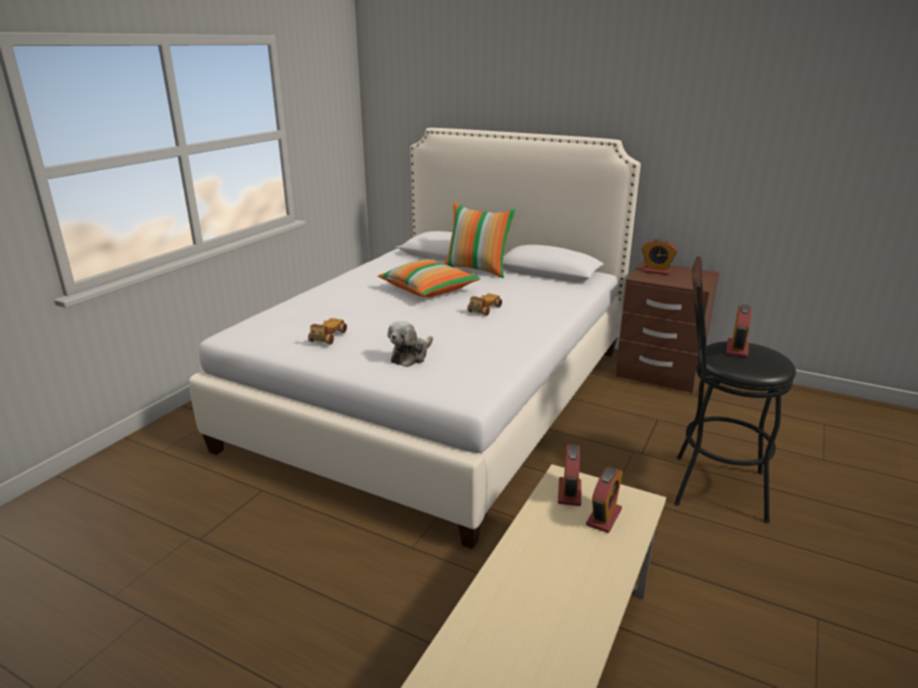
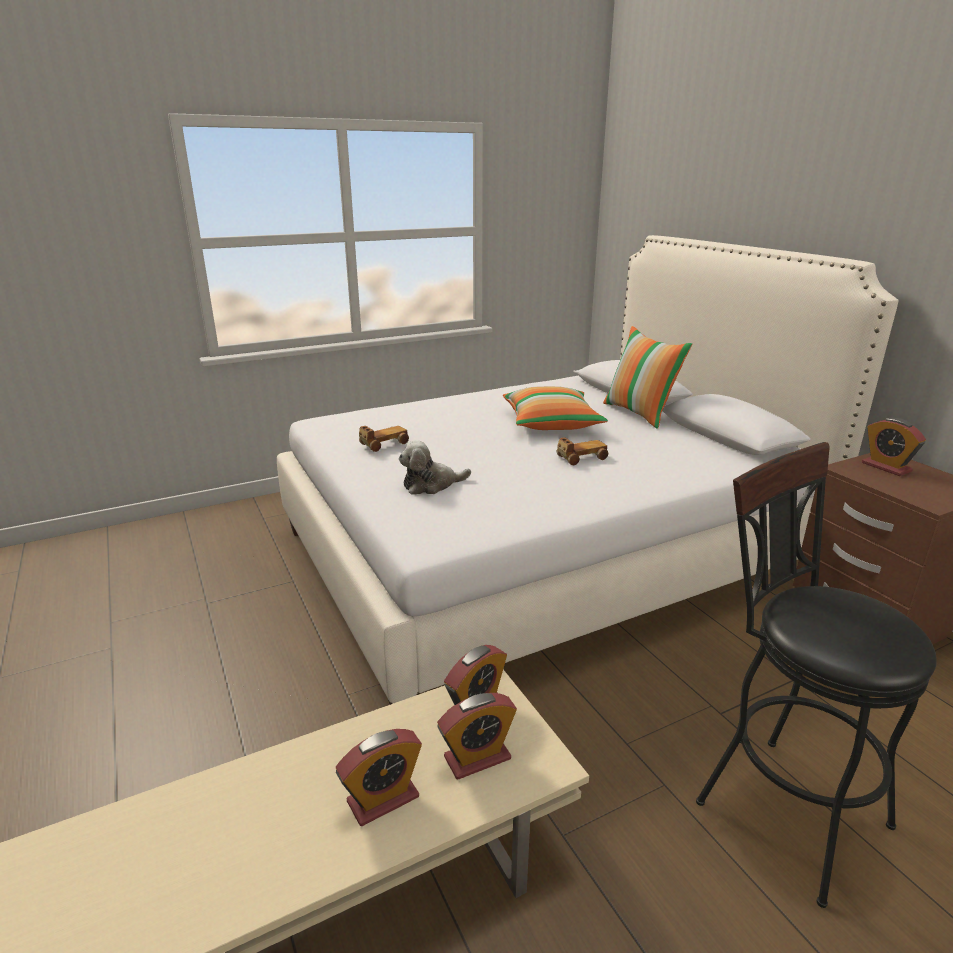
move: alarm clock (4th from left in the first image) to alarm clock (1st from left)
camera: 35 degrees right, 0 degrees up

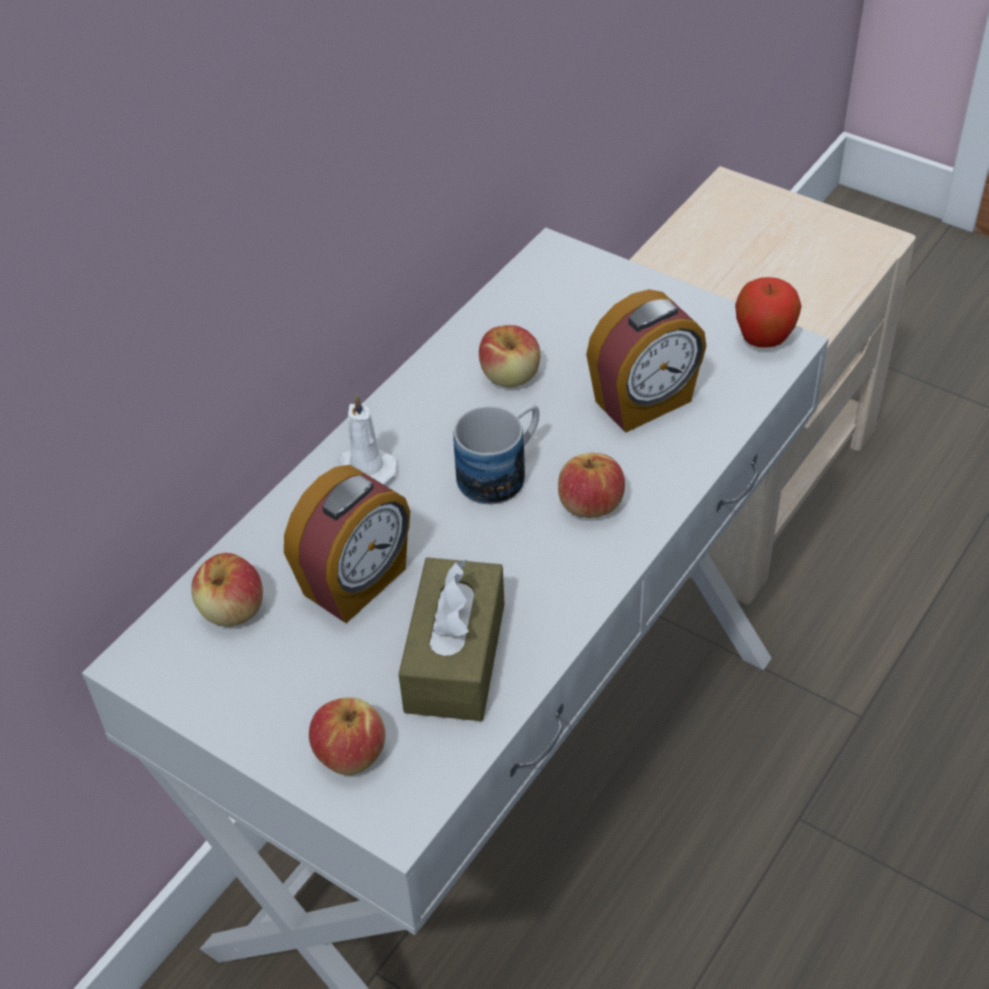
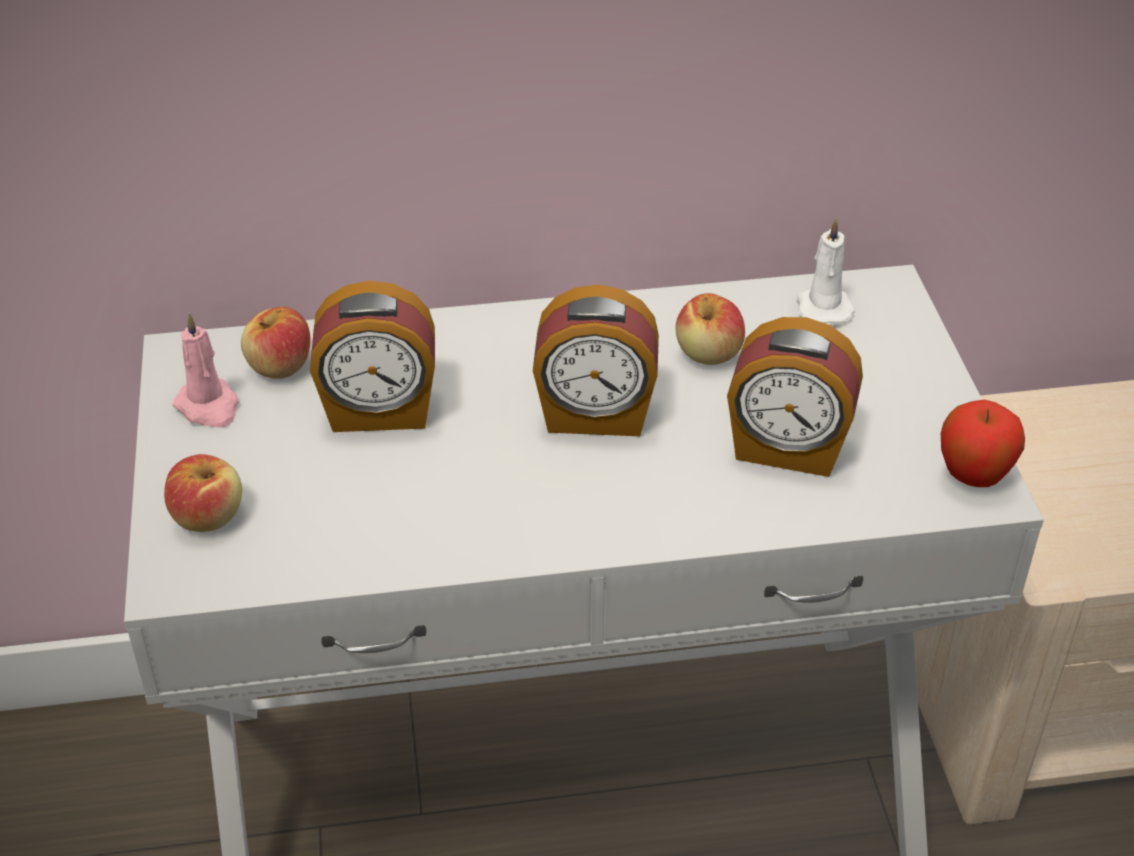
delete: tissue box in brownish; whole apple (4th from left)
insert: candle in pink
move: candle in white-coloured
replace: mug to alarm clock (2nd from left)
camera: 45 degrees right, 5 degrees down

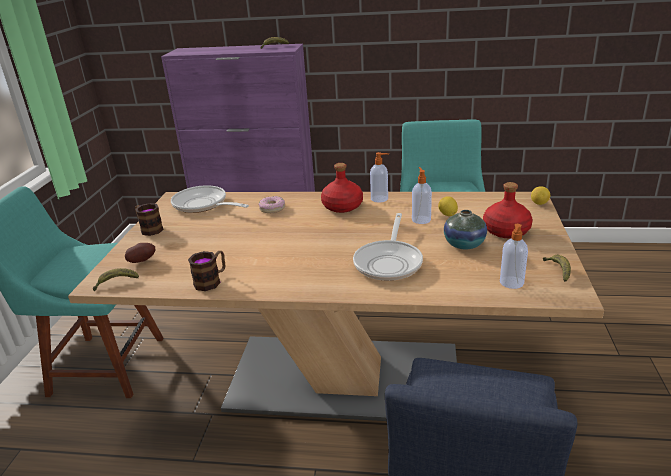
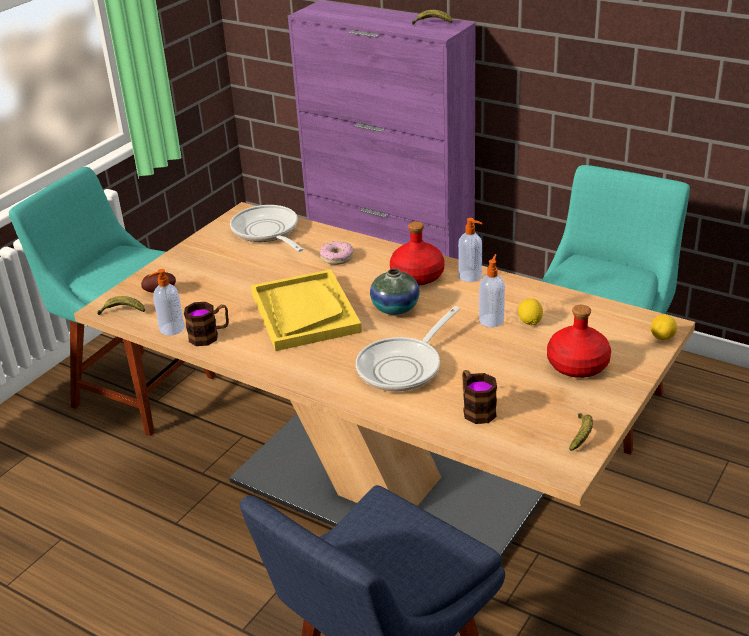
insert: carrying tray in yellowish
move: liquid soap bottle (3rd from left in the first image) to liquid soap bottle (1st from left); flower vase; mug (1st from left in the first image) to mug (2nd from left)
camera: 25 degrees right, 5 degrees up

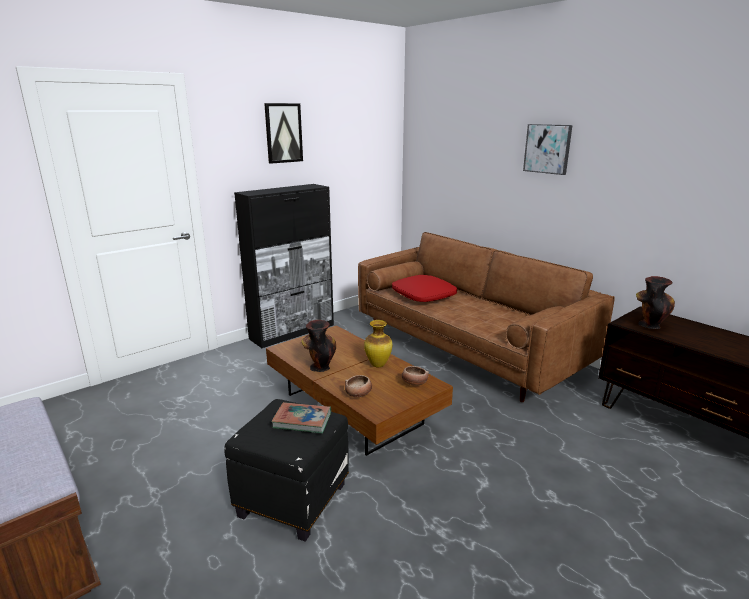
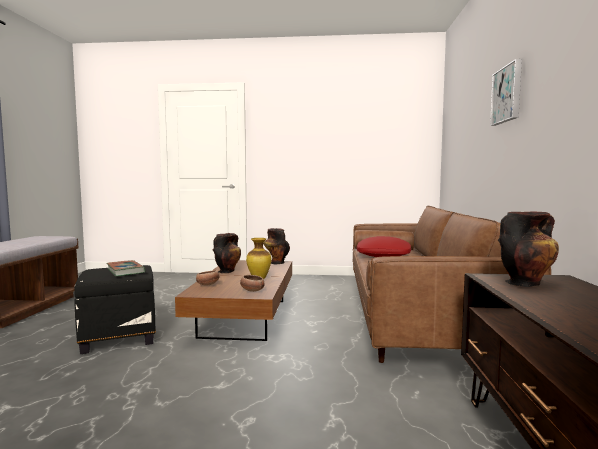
delete: cupboard in black-coloured; picture (1st from left)
insert: flower vase (3rd from left)
camera: 45 degrees right, 15 degrees down

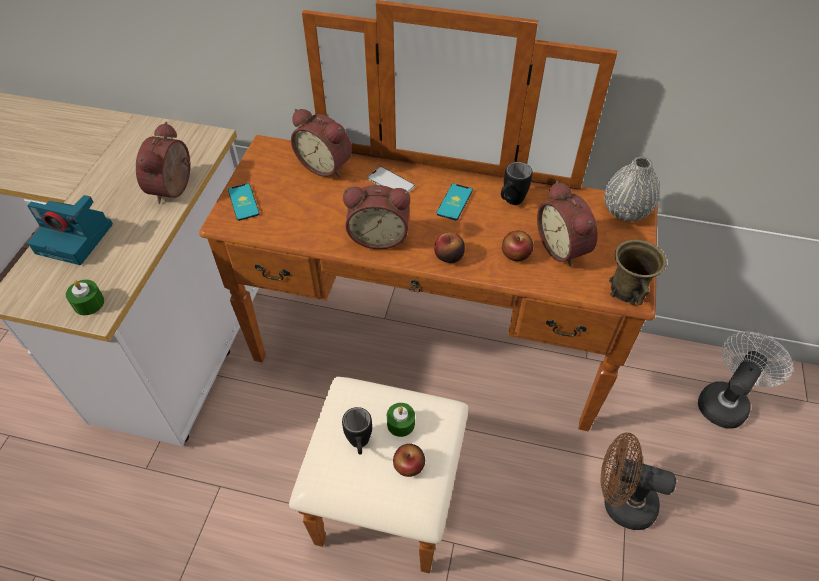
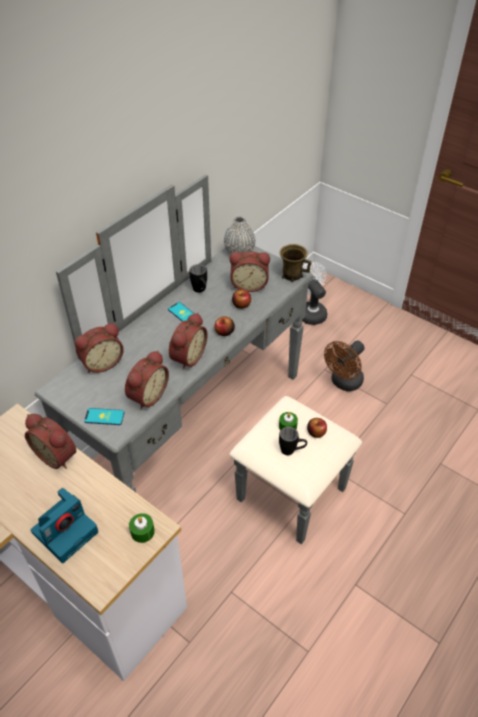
delete: handset (2nd from left)
insert: alarm clock (3rd from left)
recolor: chest of drawers in brownish to chest of drawers in greyish
camera: 65 degrees left, 5 degrees down

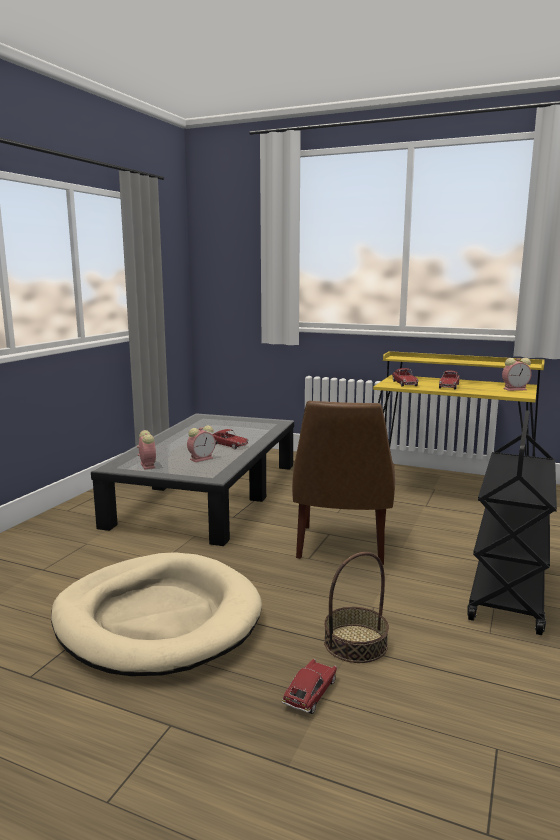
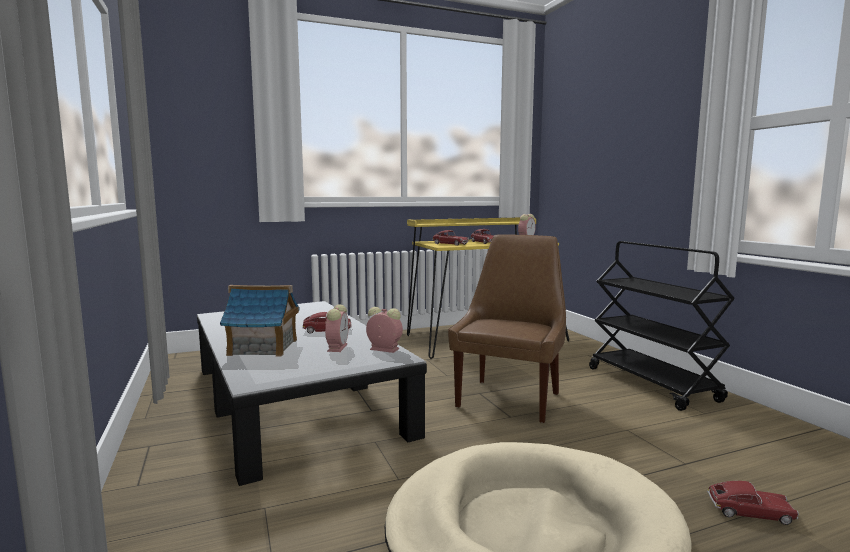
delete: basket
insert: model house
move: alarm clock (1st from left in the first image) to alarm clock (2nd from left)
rotate: upright chair in brownish 120 degrees counterclockwise; toy car (2nd from left in the first image) 120 degrees clockwise
camera: 45 degrees left, 5 degrees down

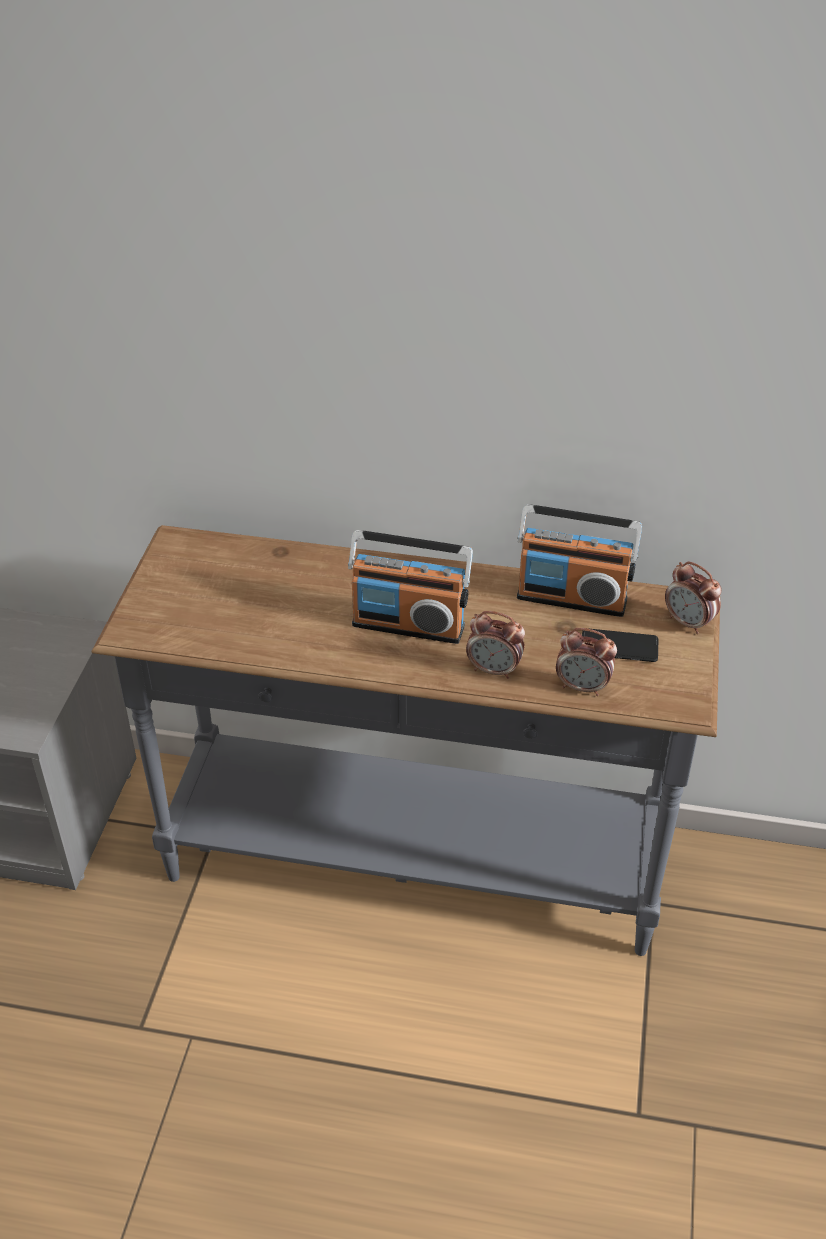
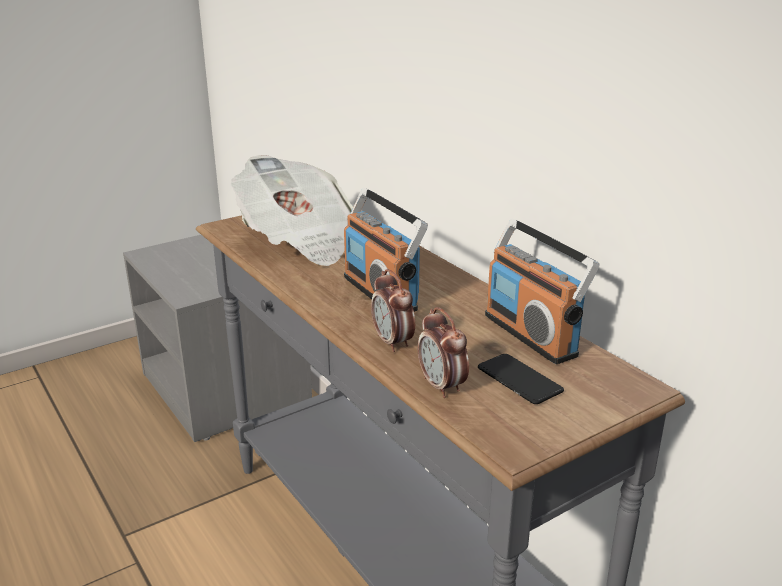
delete: alarm clock (3rd from left)
insert: newspaper
camera: 45 degrees right, 15 degrees down

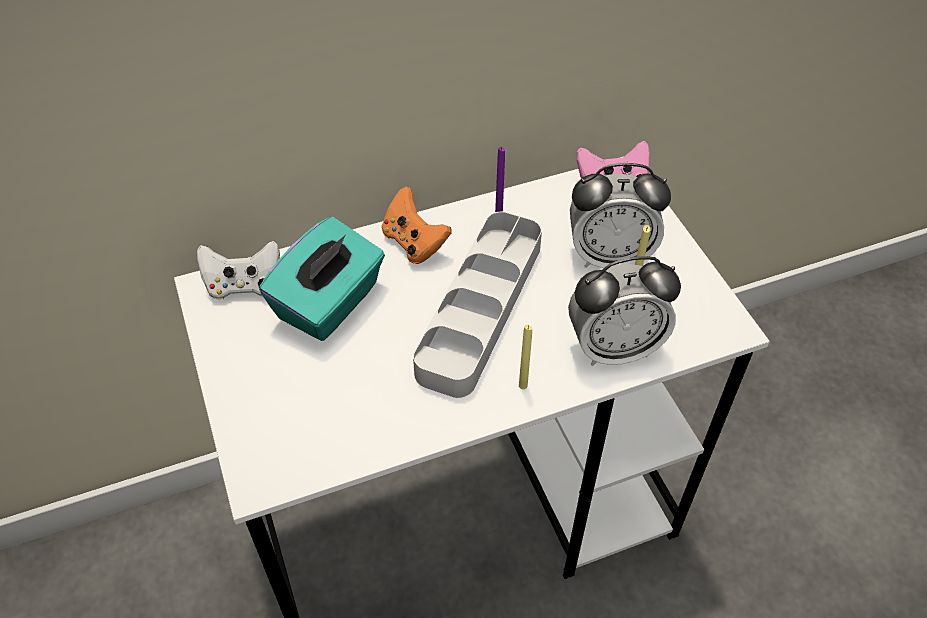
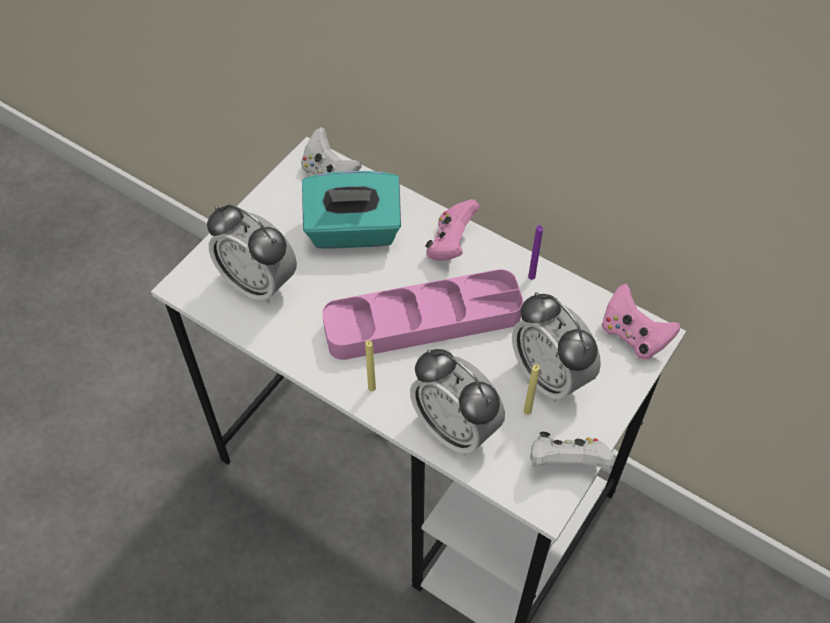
insert: alarm clock (1st from left); game controller in white-coloured (2nd from left)
recolor: carrying tray in greyish to carrying tray in pink; game controller in orangey to game controller in pink (1st from left)
camera: 55 degrees right, 5 degrees up

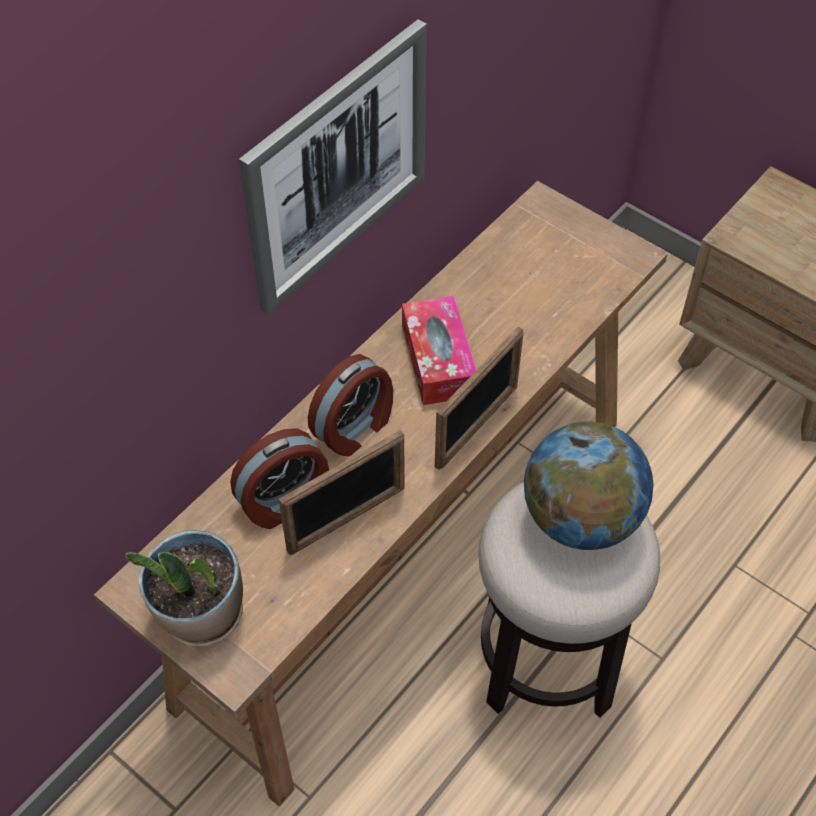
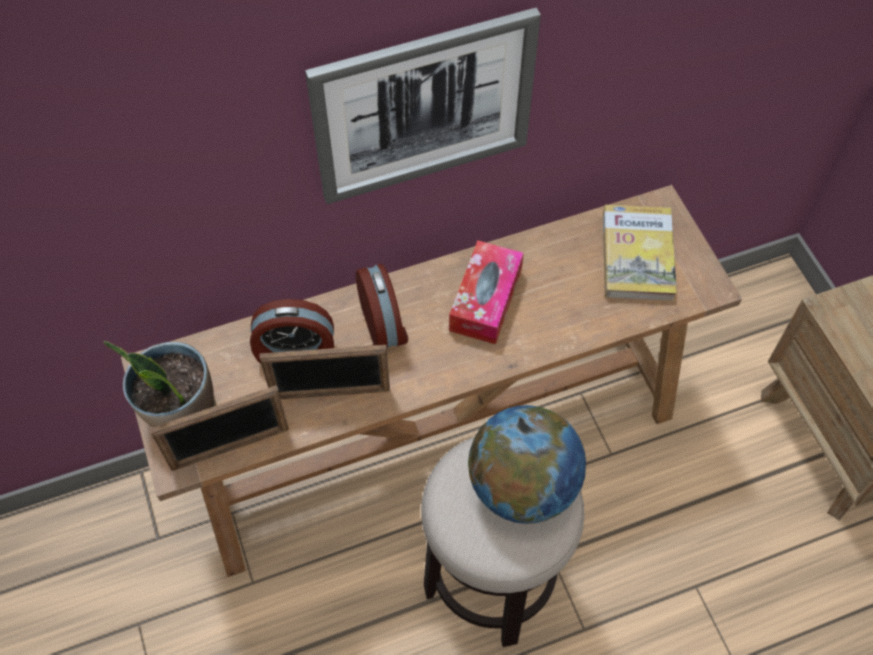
insert: book
move: standing frame (2nd from left in the first image) to standing frame (1st from left)
rotate: alarm clock (2nd from left) 90 degrees counterclockwise
camera: 30 degrees right, 5 degrees up

